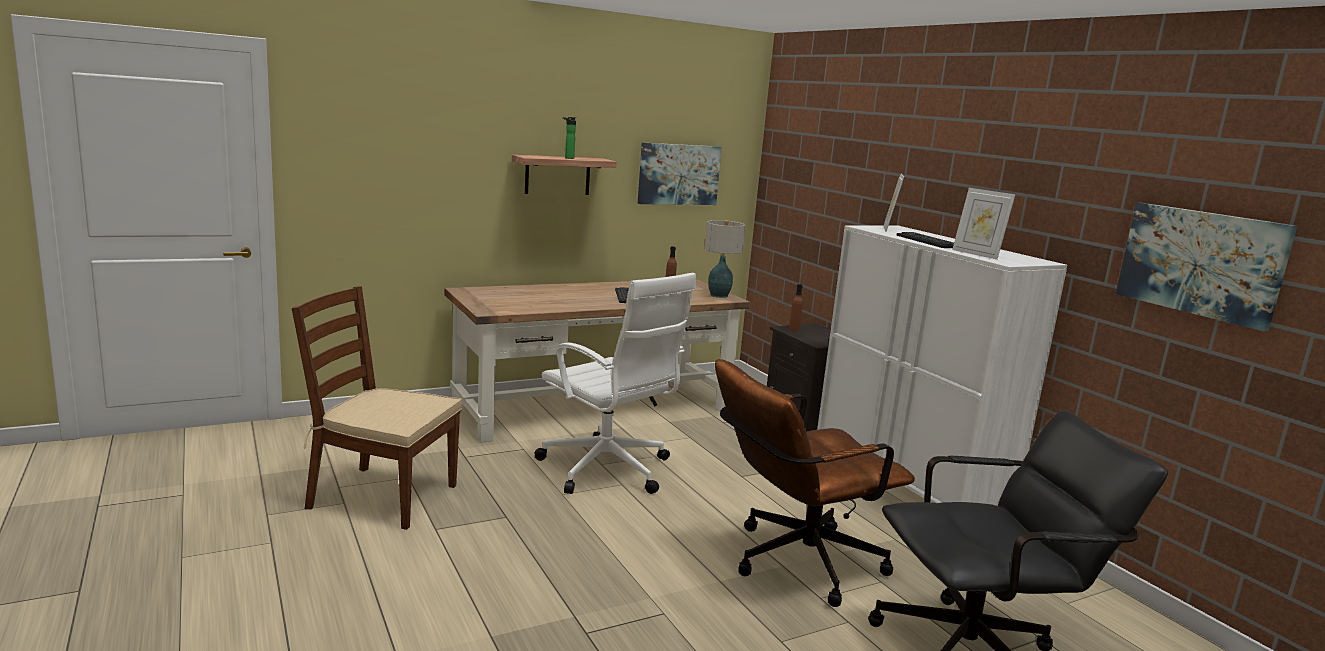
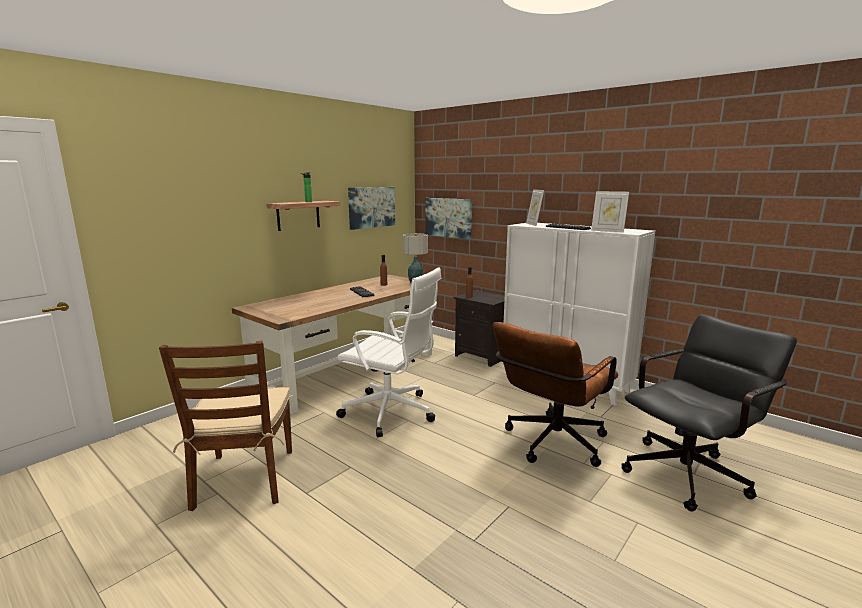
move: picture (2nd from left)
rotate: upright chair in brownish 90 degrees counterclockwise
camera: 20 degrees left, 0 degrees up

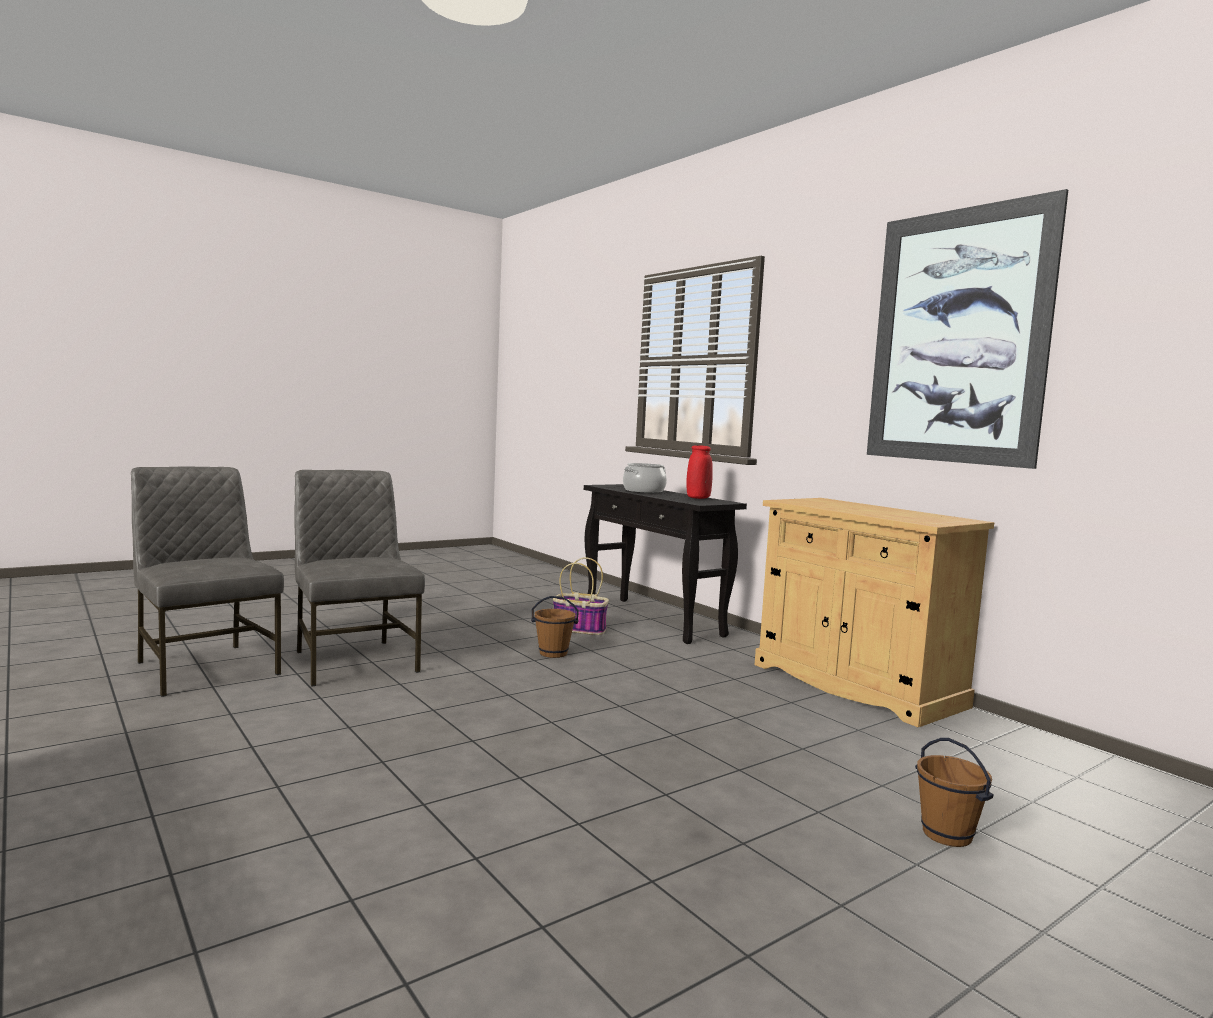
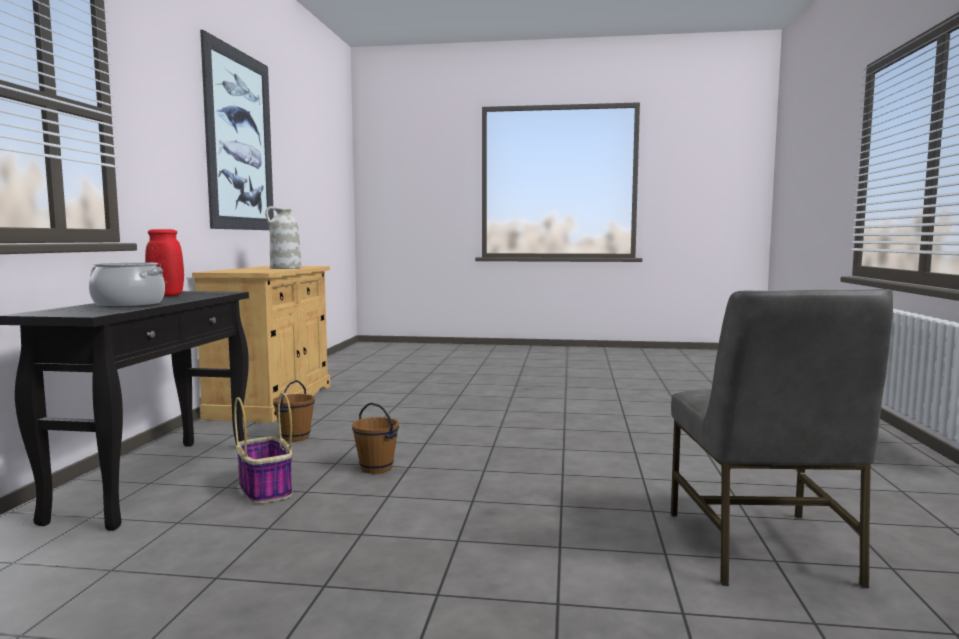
delete: upright chair in greyish (2nd from left)
insert: flower vase in white-coloured
move: pail in brownish (2nd from left in the first image) to pail in brownish (1st from left)
camera: 135 degrees left, 0 degrees up

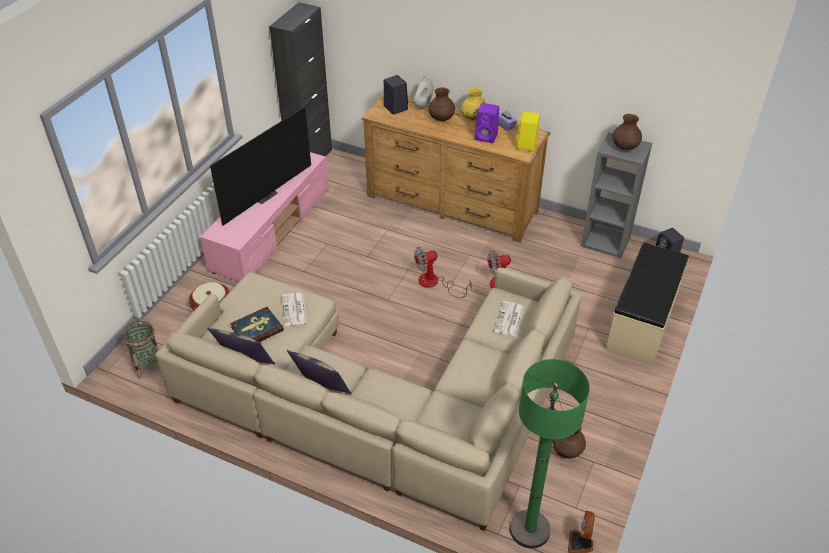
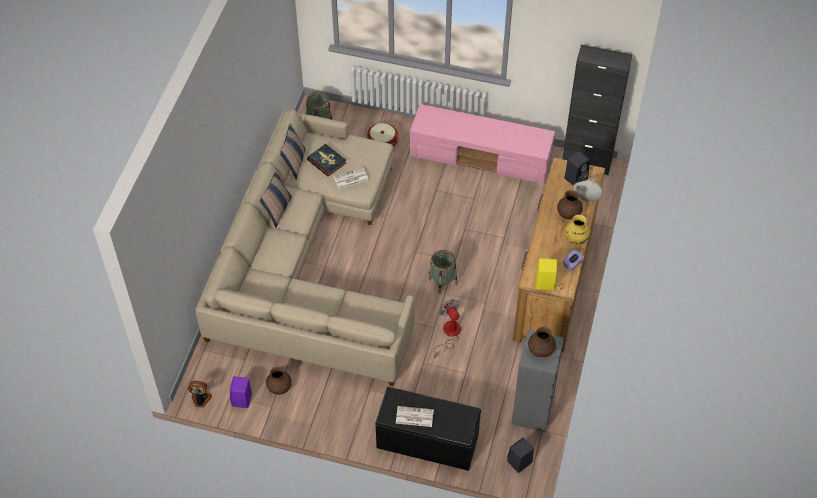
delete: TV set; standard lamp in green
move: speaker in purple; newspaper (2nd from left)
replace: cooling fan (1st from left) to basket (3rd from left)
recolor: long seat in beige-coloured to long seat in black-coloured
camera: 80 degrees right, 10 degrees up

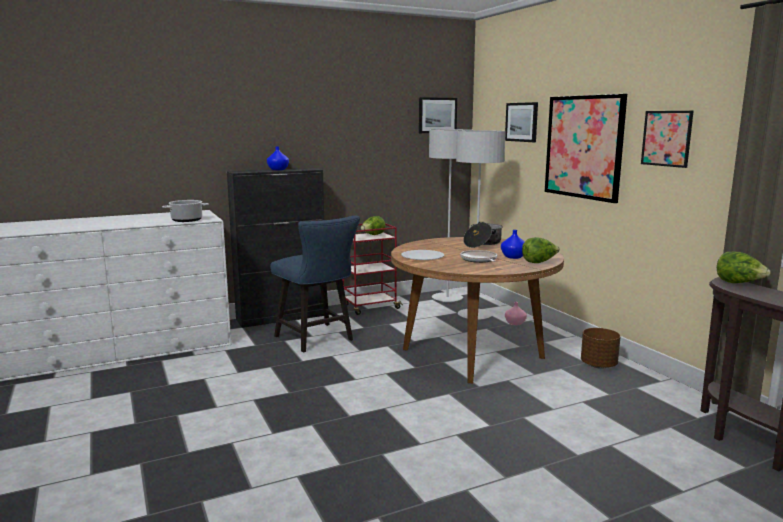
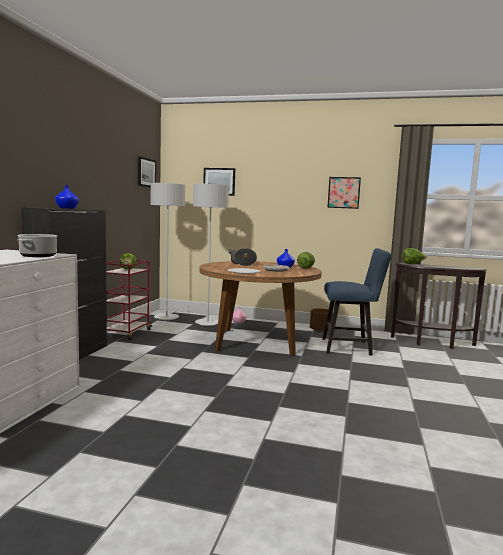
delete: picture (3rd from left)
move: upright chair in bluish
camera: 50 degrees left, 5 degrees down

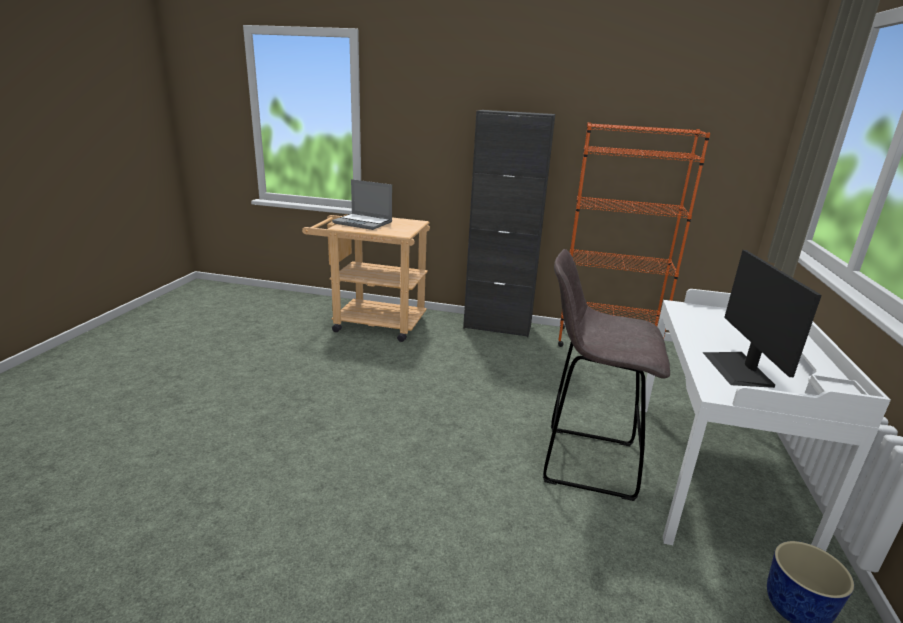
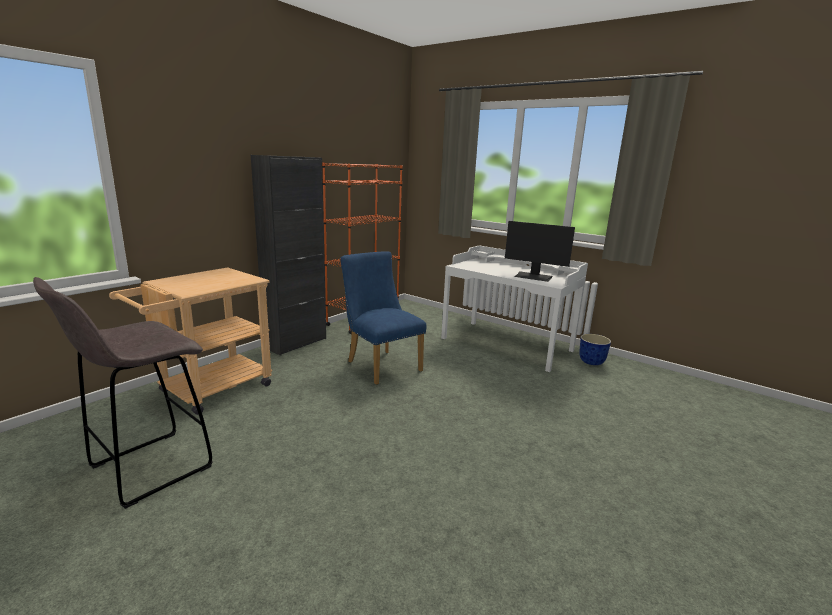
delete: notebook computer
insert: upright chair in bluish
move: sitting stool in greyish
camera: 65 degrees left, 5 degrees down

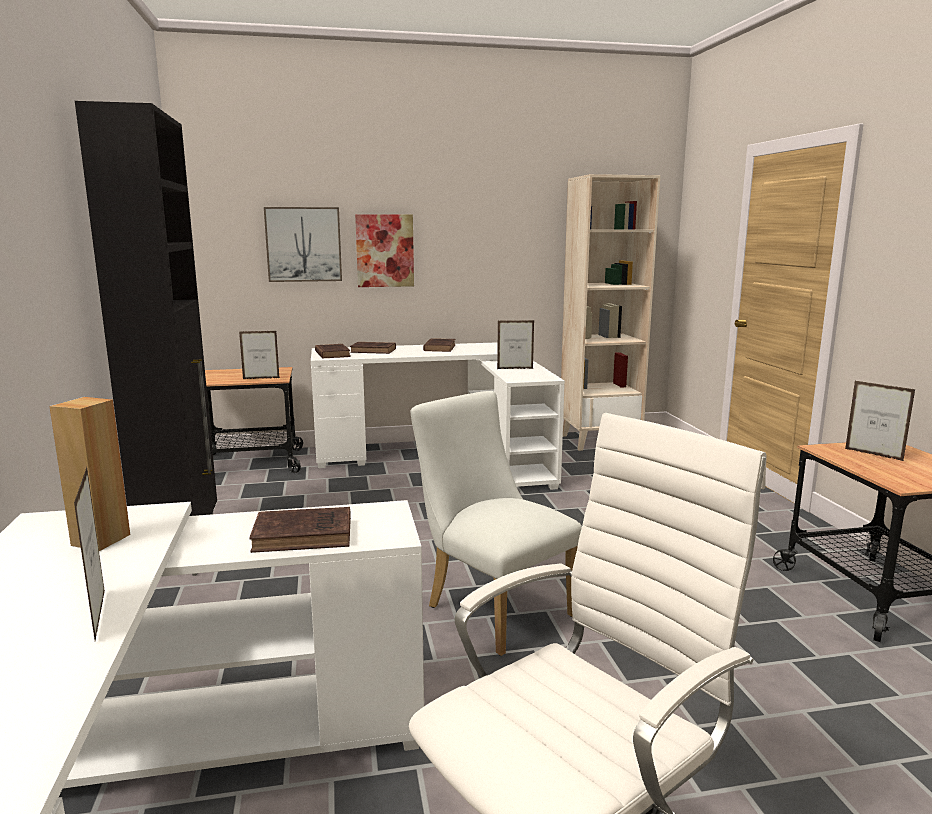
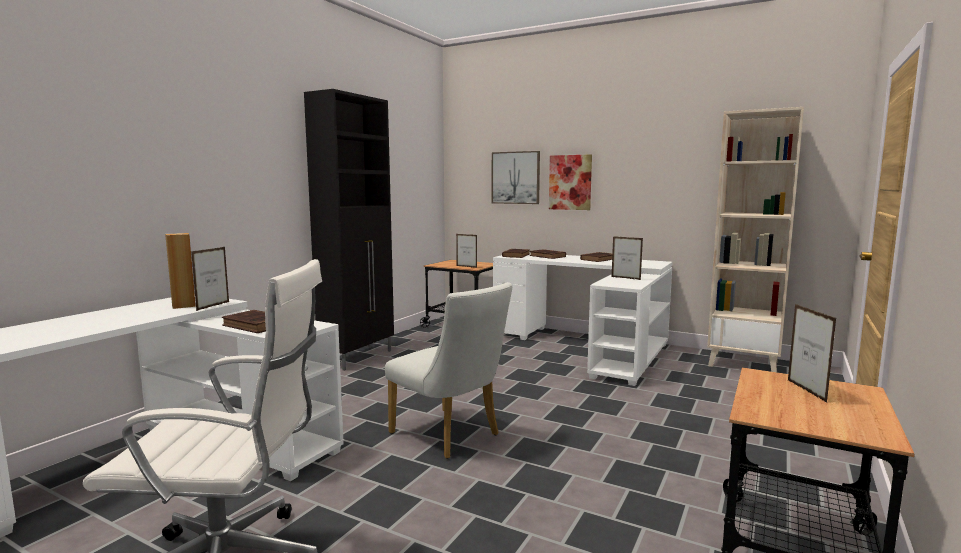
move: standing frame (1st from left)
rotate: upright chair in white-coloured 135 degrees clockwise
camera: 40 degrees right, 5 degrees down

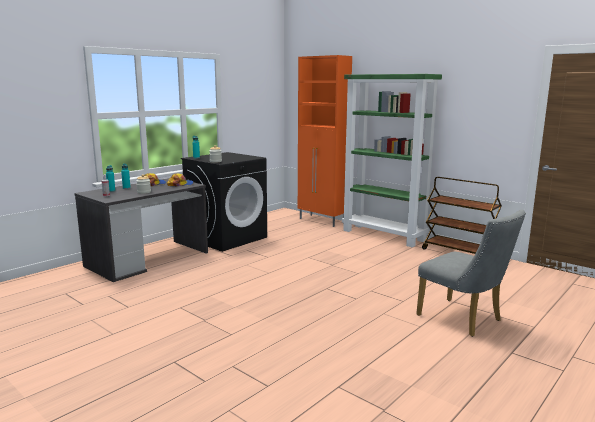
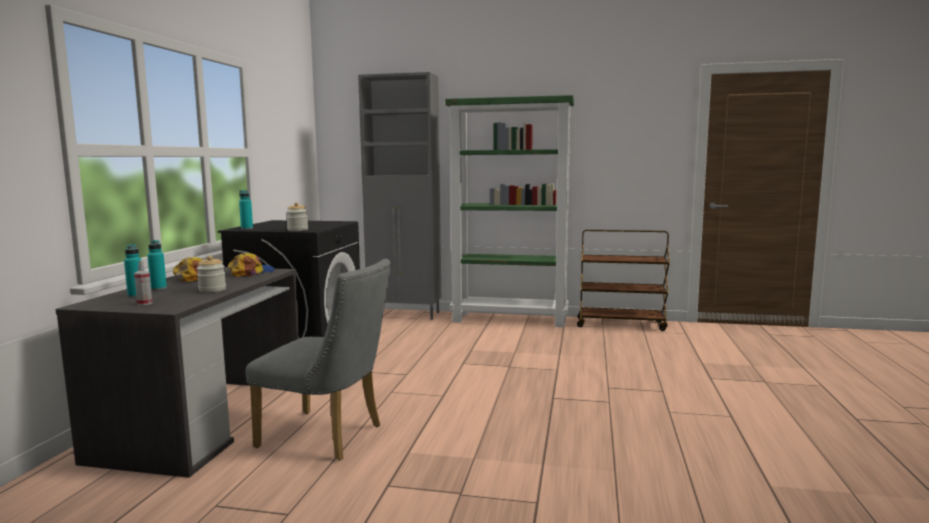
move: upright chair in greyish
recolor: cupboard in orangey to cupboard in greyish
camera: 30 degrees left, 5 degrees down

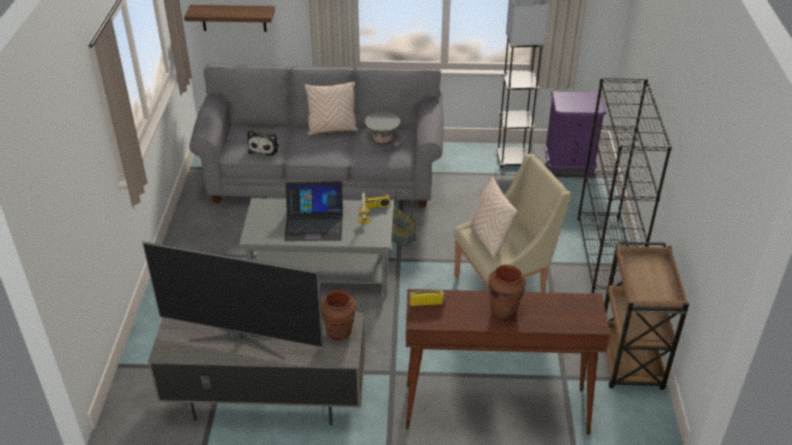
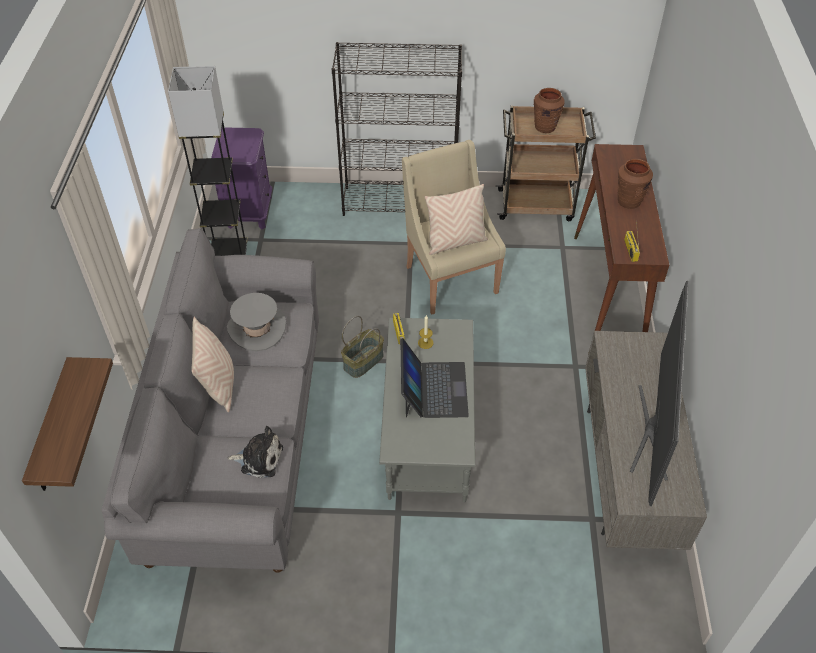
move: flower vase in brownish (1st from left)
camera: 90 degrees left, 10 degrees up

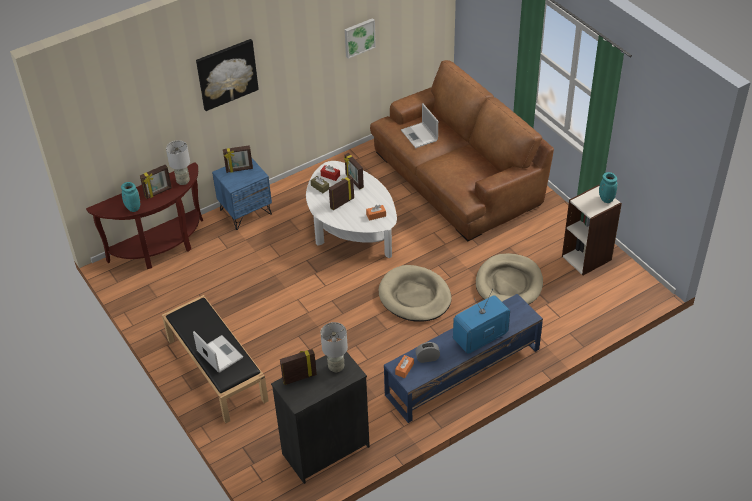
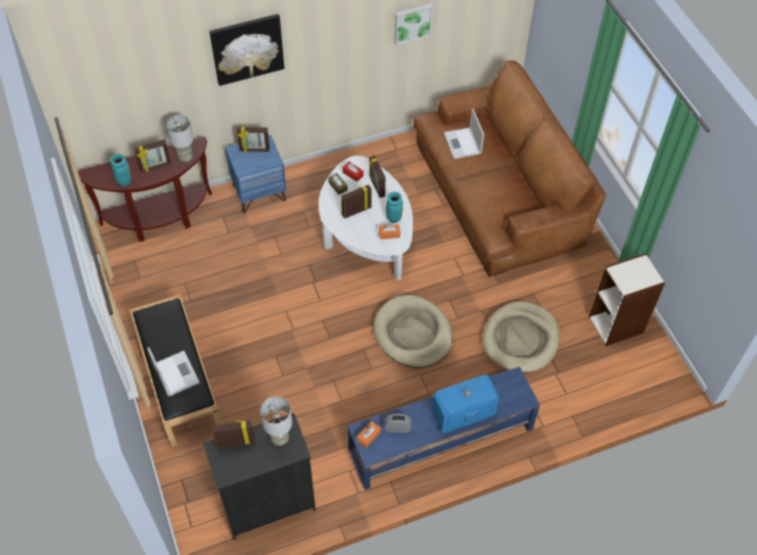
move: flower vase in turquoise-coloured (2nd from left)
camera: 10 degrees right, 10 degrees up

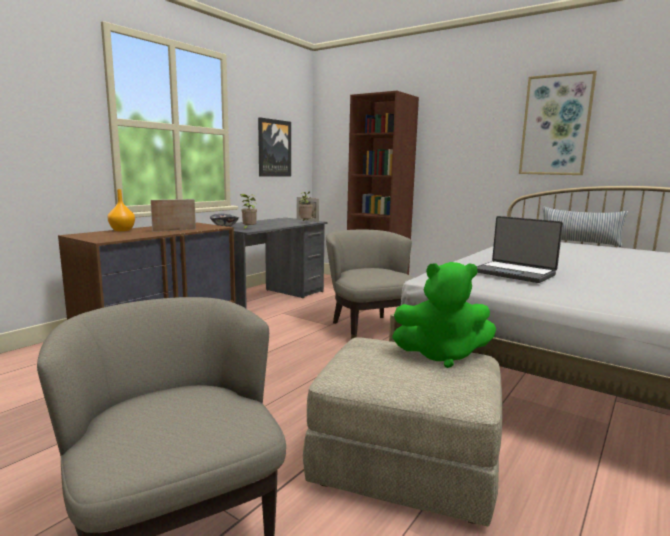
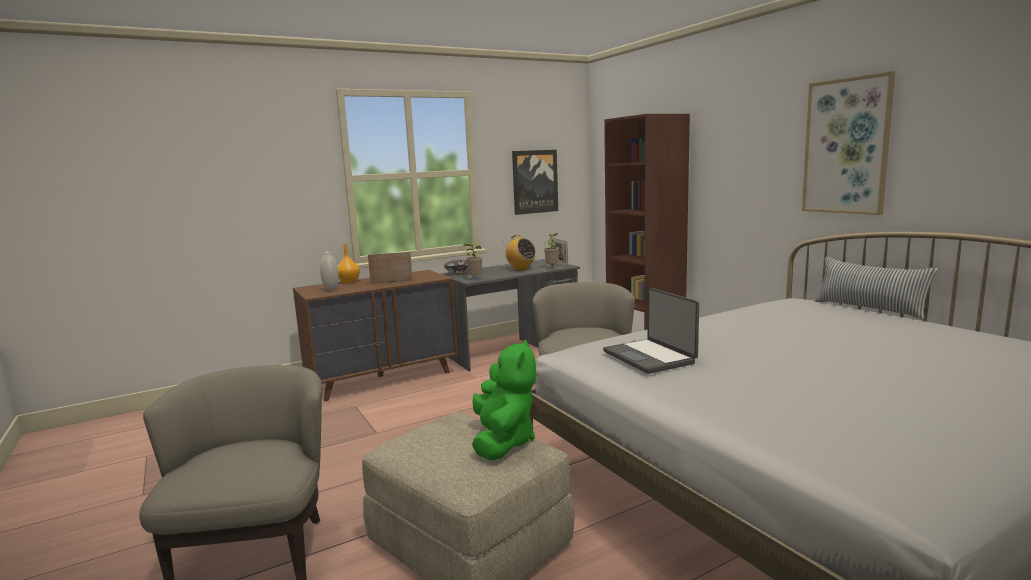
insert: flower vase in white-coloured; radio
rotate: soft toy in green 120 degrees counterclockwise
camera: 25 degrees right, 0 degrees up

